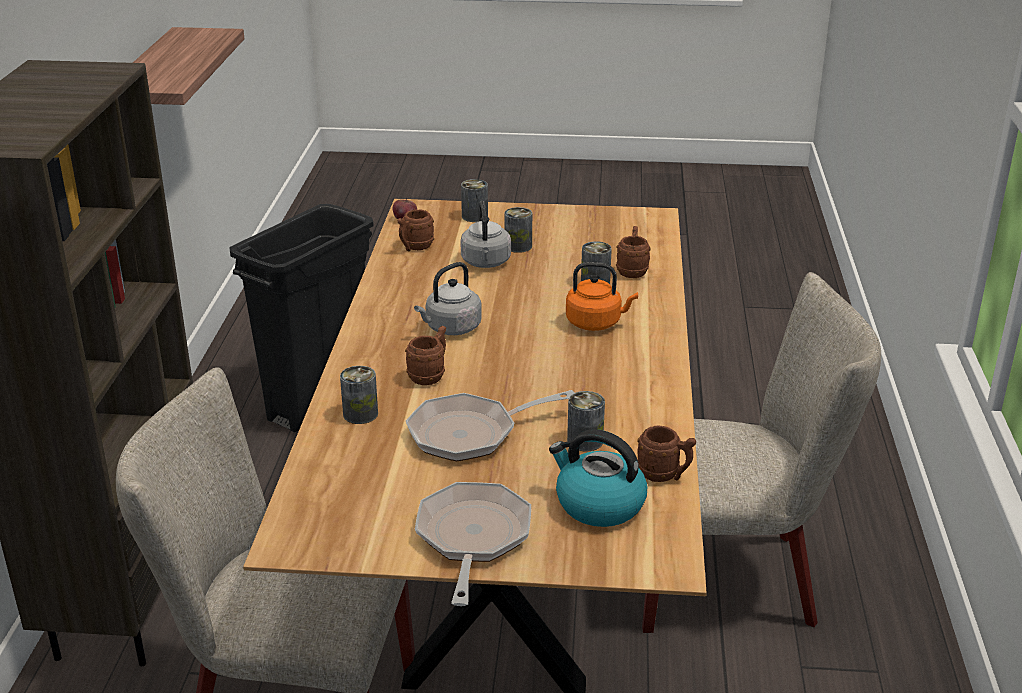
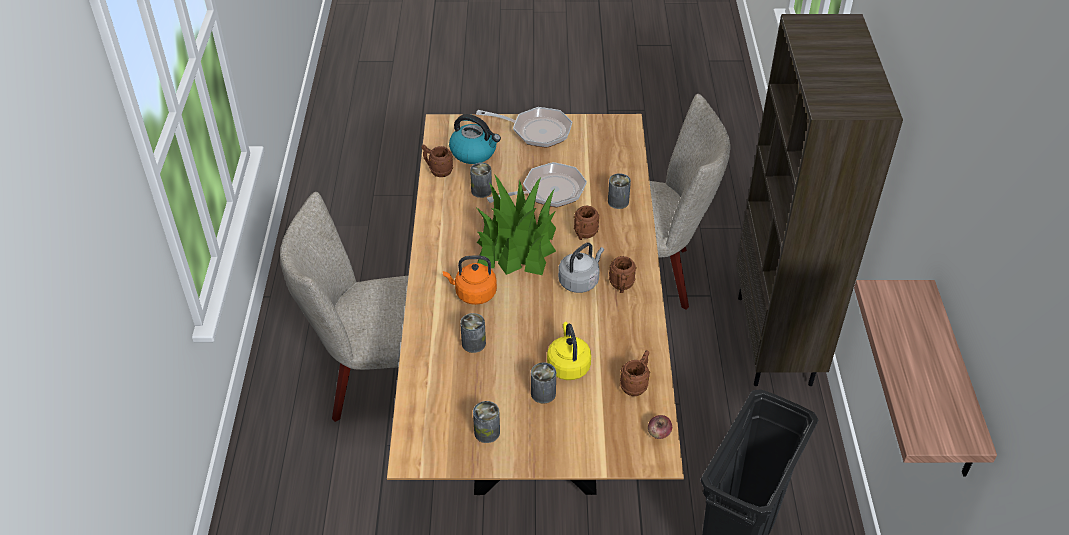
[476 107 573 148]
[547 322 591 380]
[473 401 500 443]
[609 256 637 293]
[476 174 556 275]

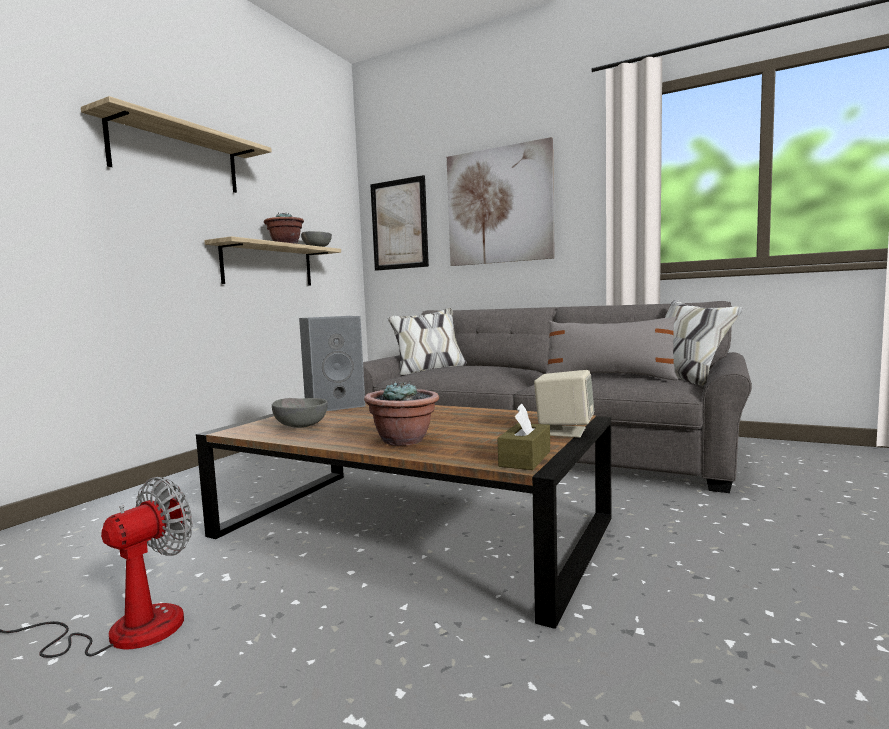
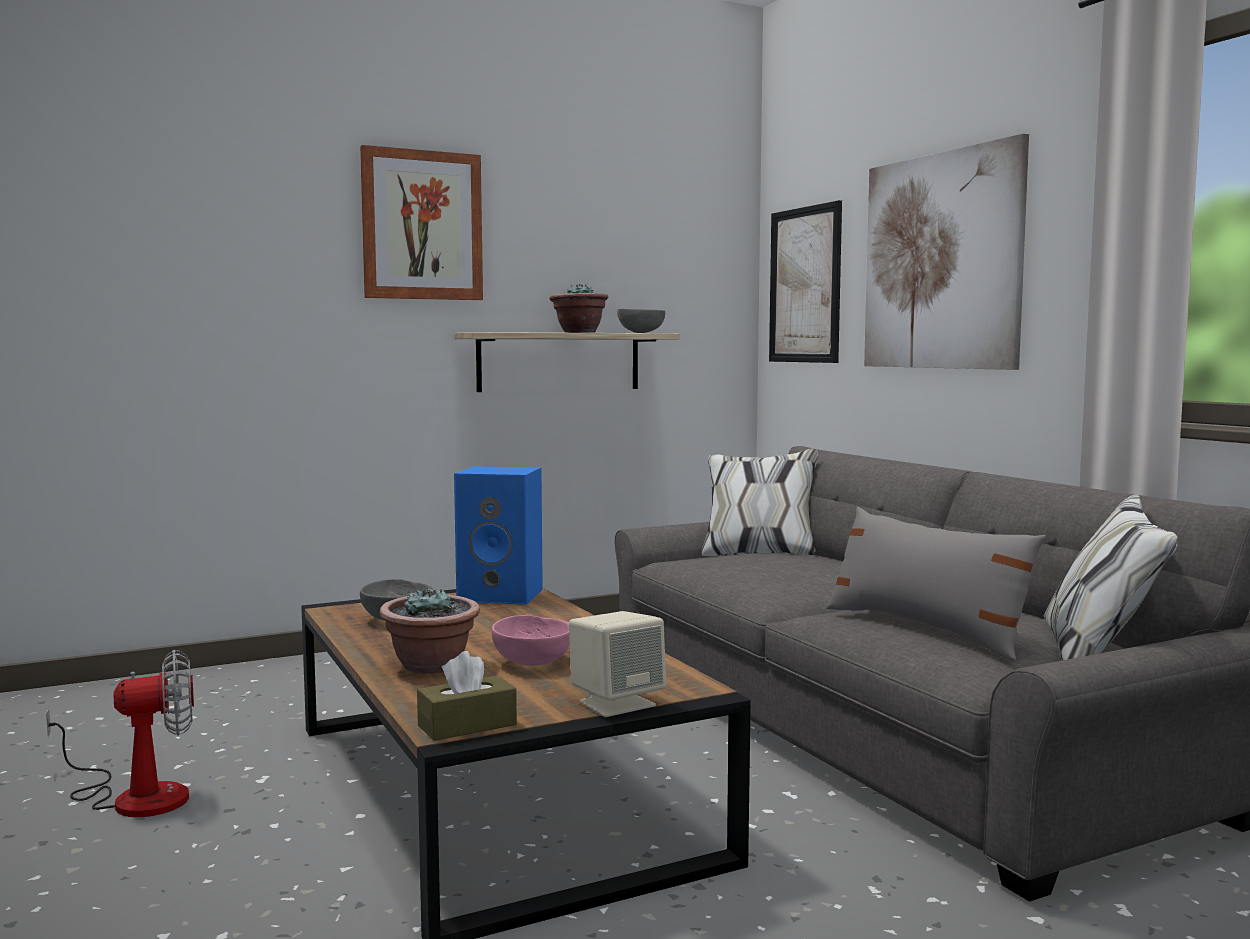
[360 145 483 300]
[454 466 543 605]
[492 615 570 666]

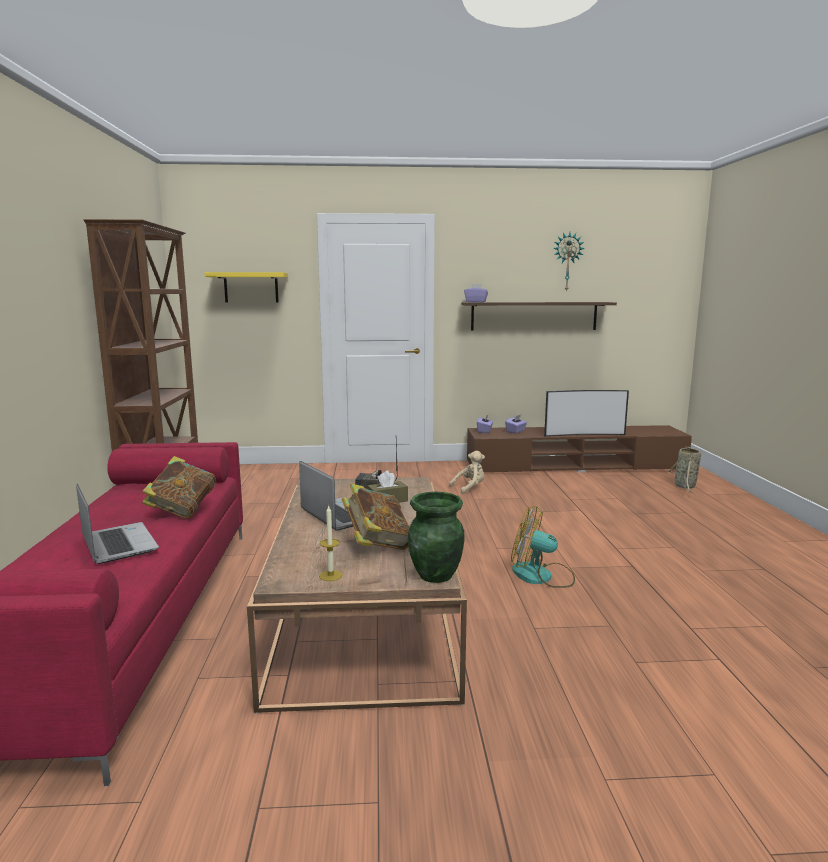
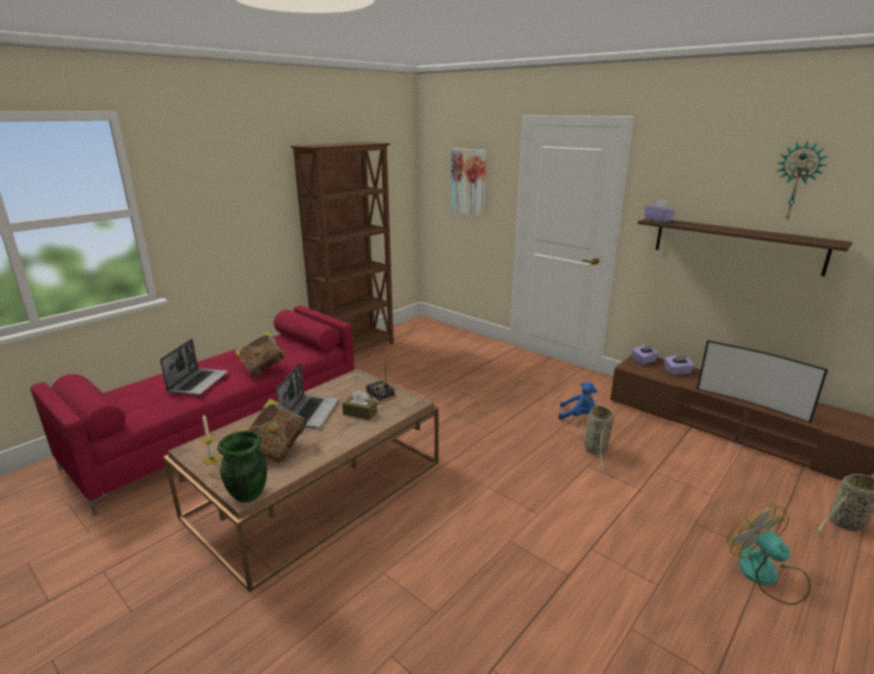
[451 148 487 217]
[558 382 597 420]
[727 504 811 605]
[575 403 614 470]

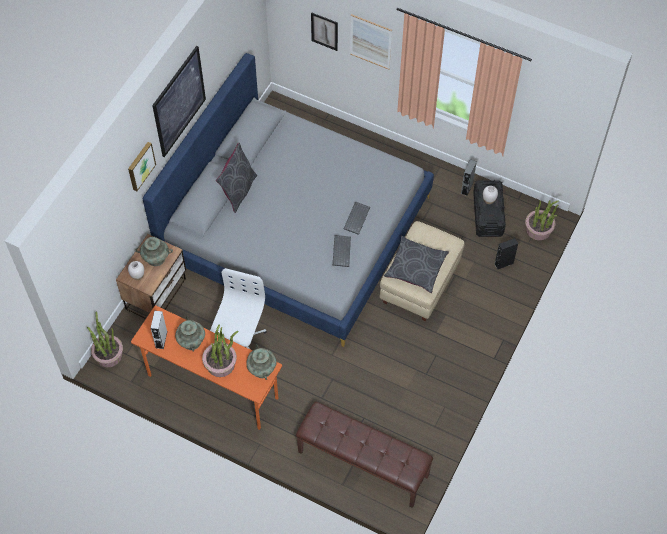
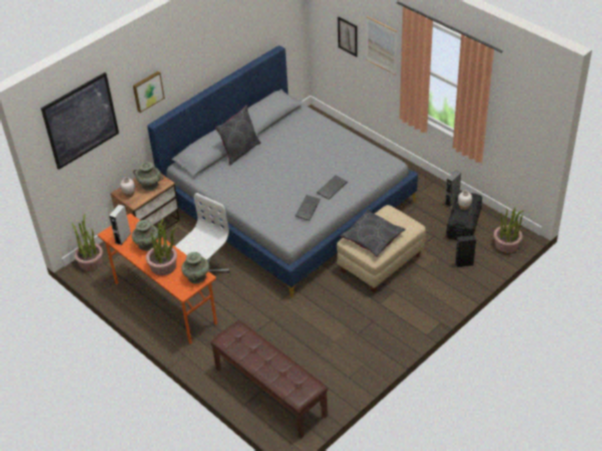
[41 72 119 170]

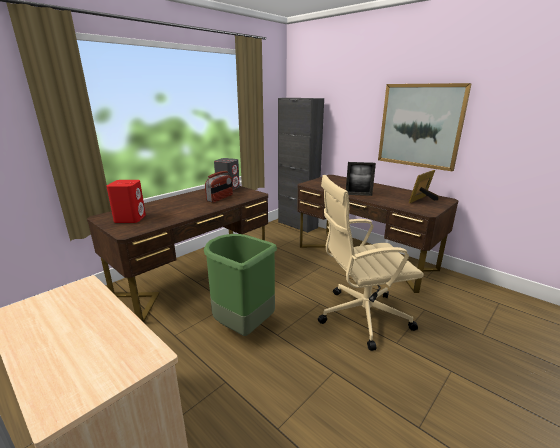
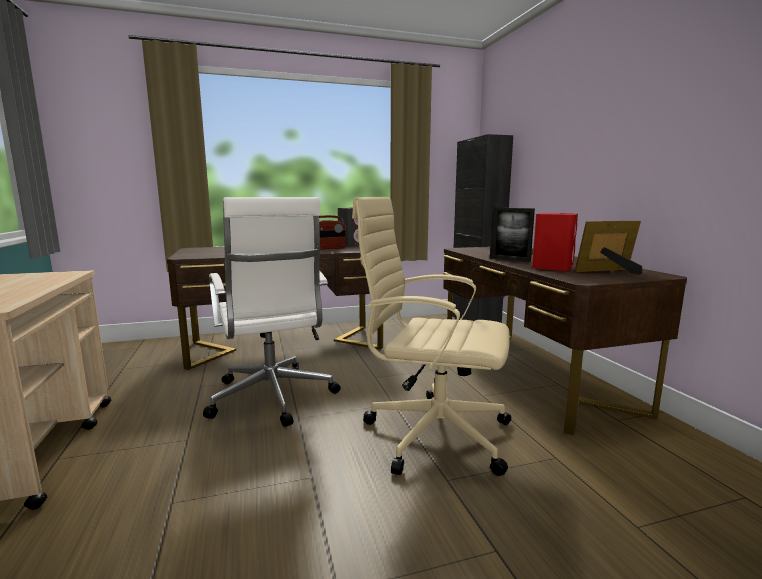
[532 213 578 271]
[203 197 341 427]
[378 83 472 172] (first image)

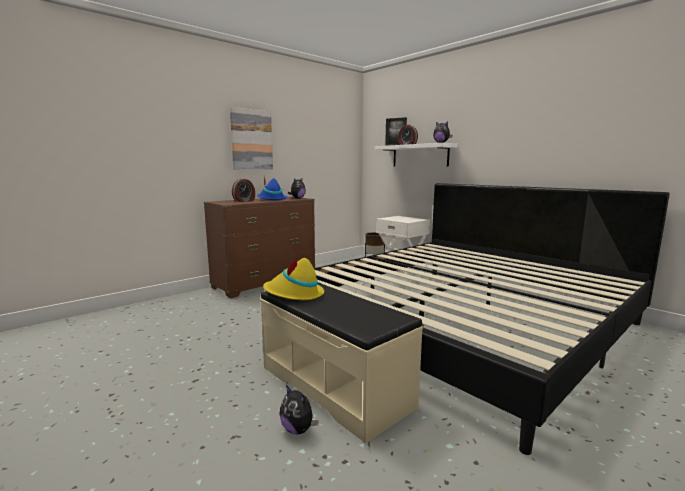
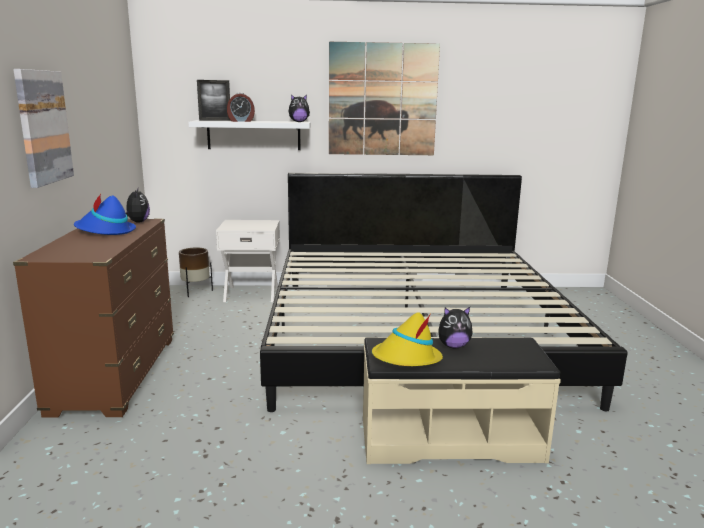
[232 178 255 202] (first image)
[438 307 473 348]
[329 42 440 155]

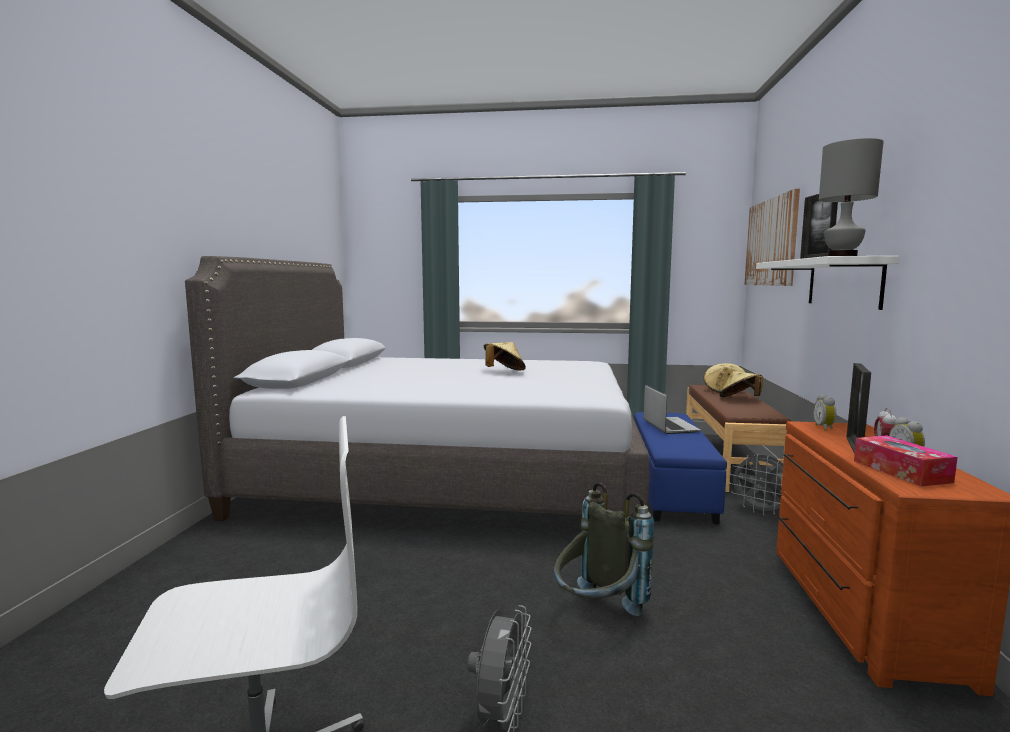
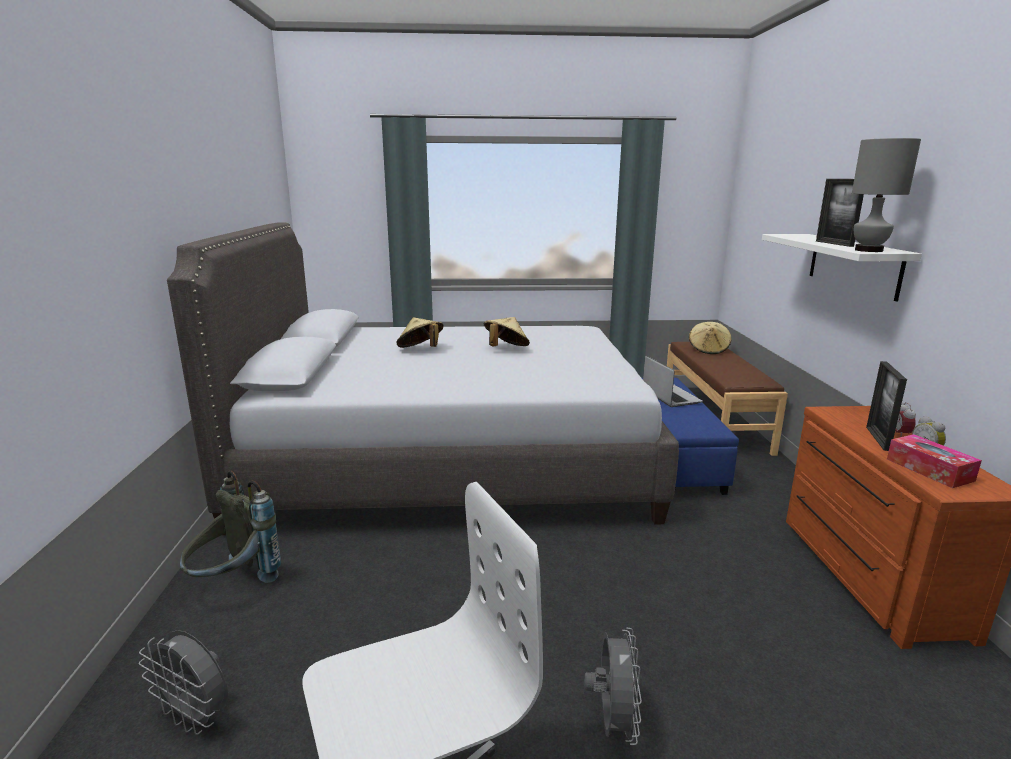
[180 471 281 583]
[397 317 444 348]
[139 630 228 735]
[744 189 800 286] (first image)
[813 394 836 431] (first image)

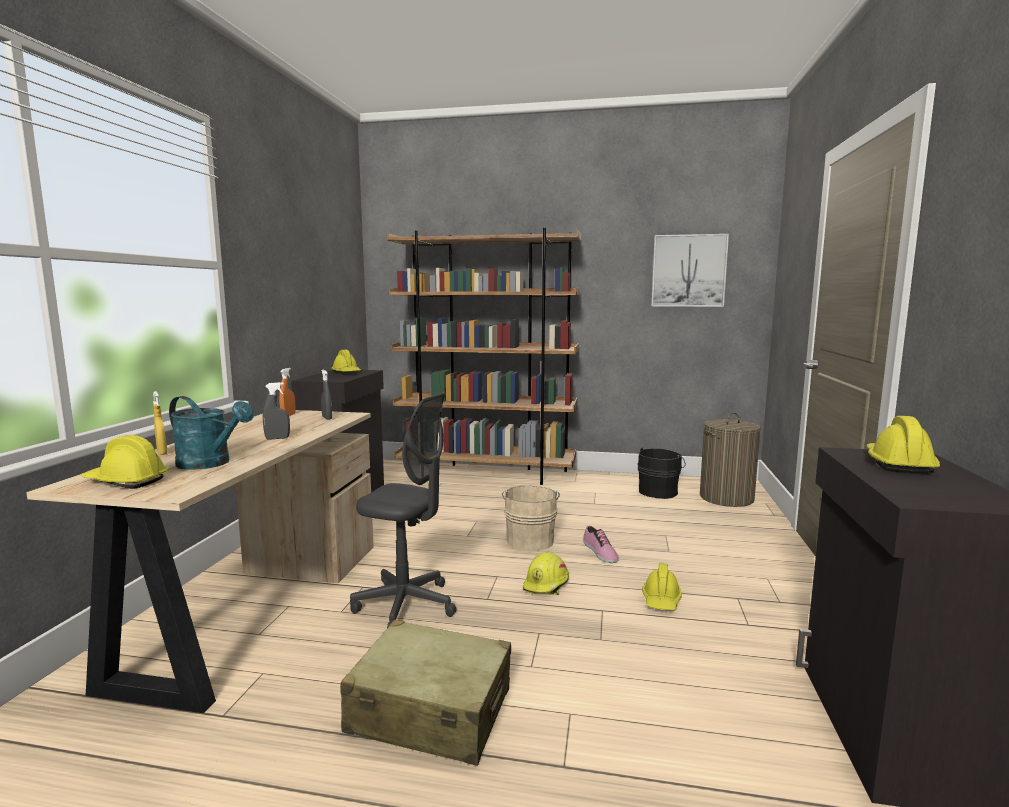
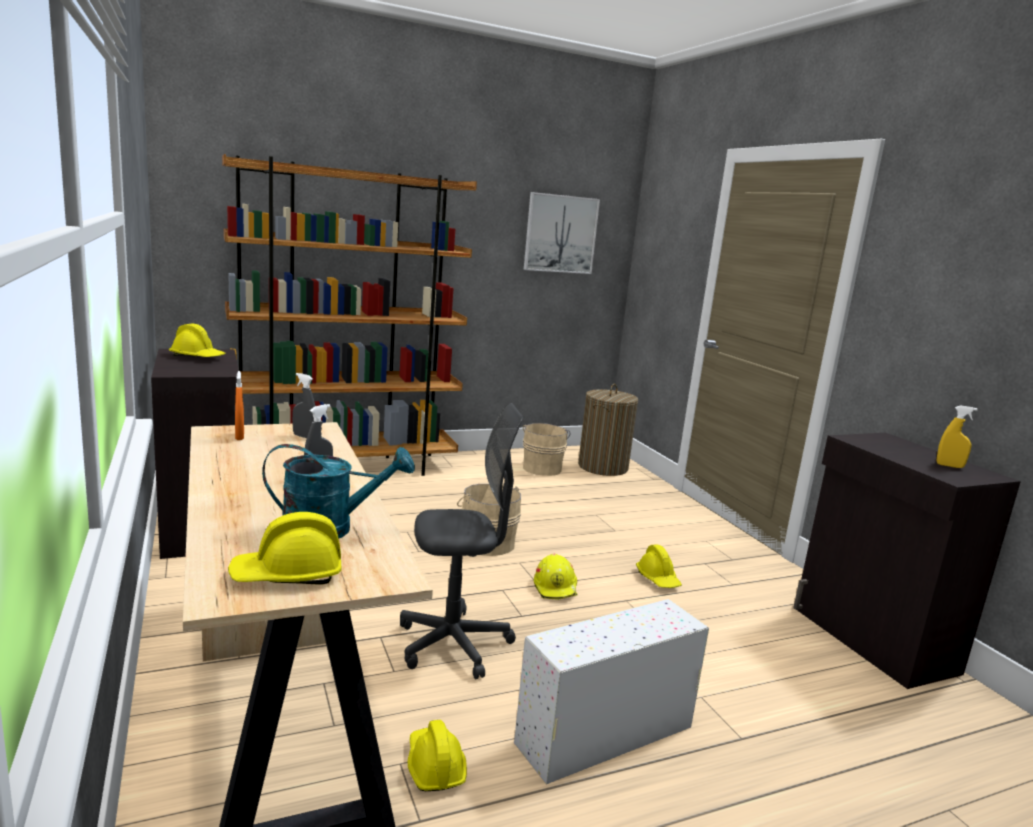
[937 405 978 468]
[514 599 709 785]
[583 526 619 563] (first image)
[523 423 570 476]
[408 720 467 791]

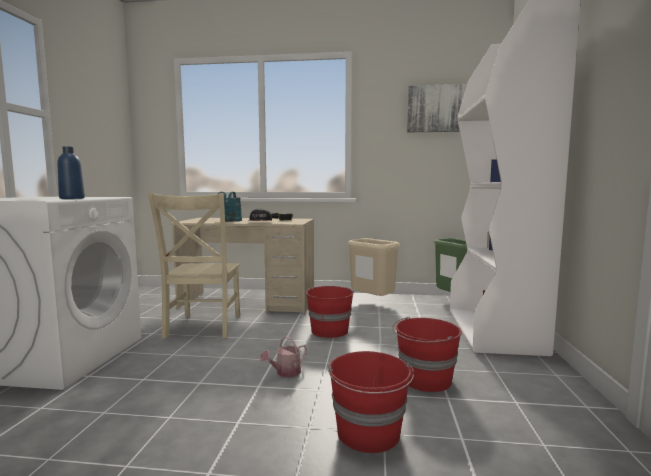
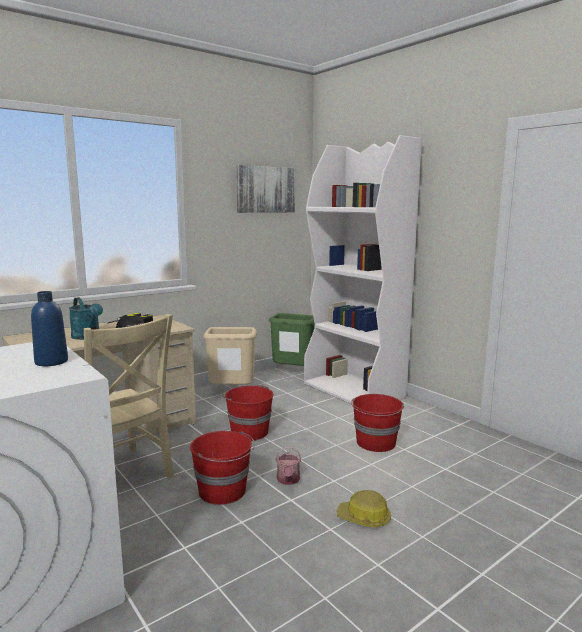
[190 431 255 505]
[337 490 391 527]

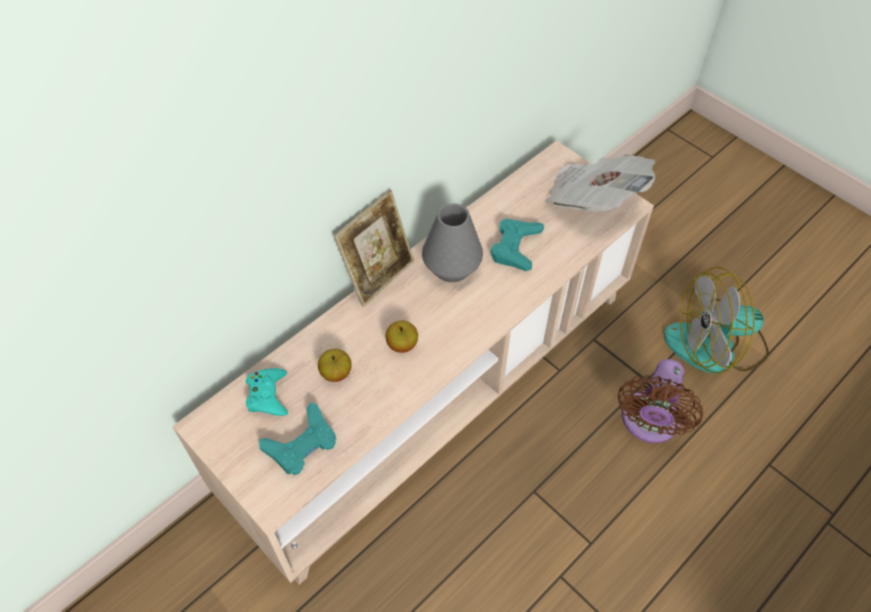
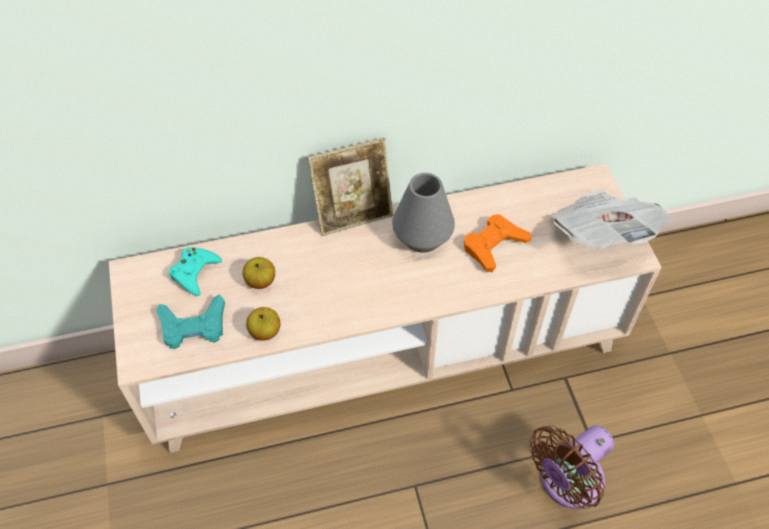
[246 307 280 341]
[464 214 532 272]
[664 267 769 374] (first image)

